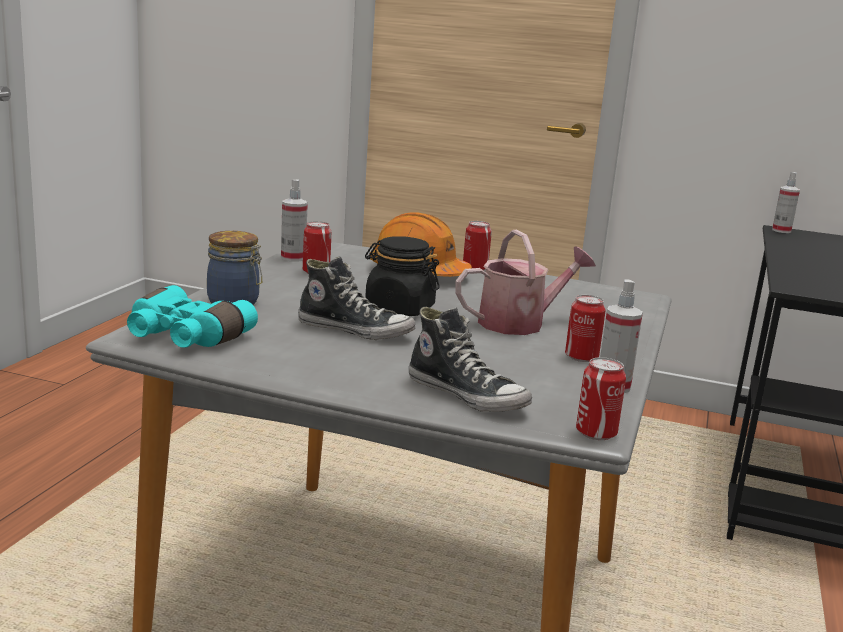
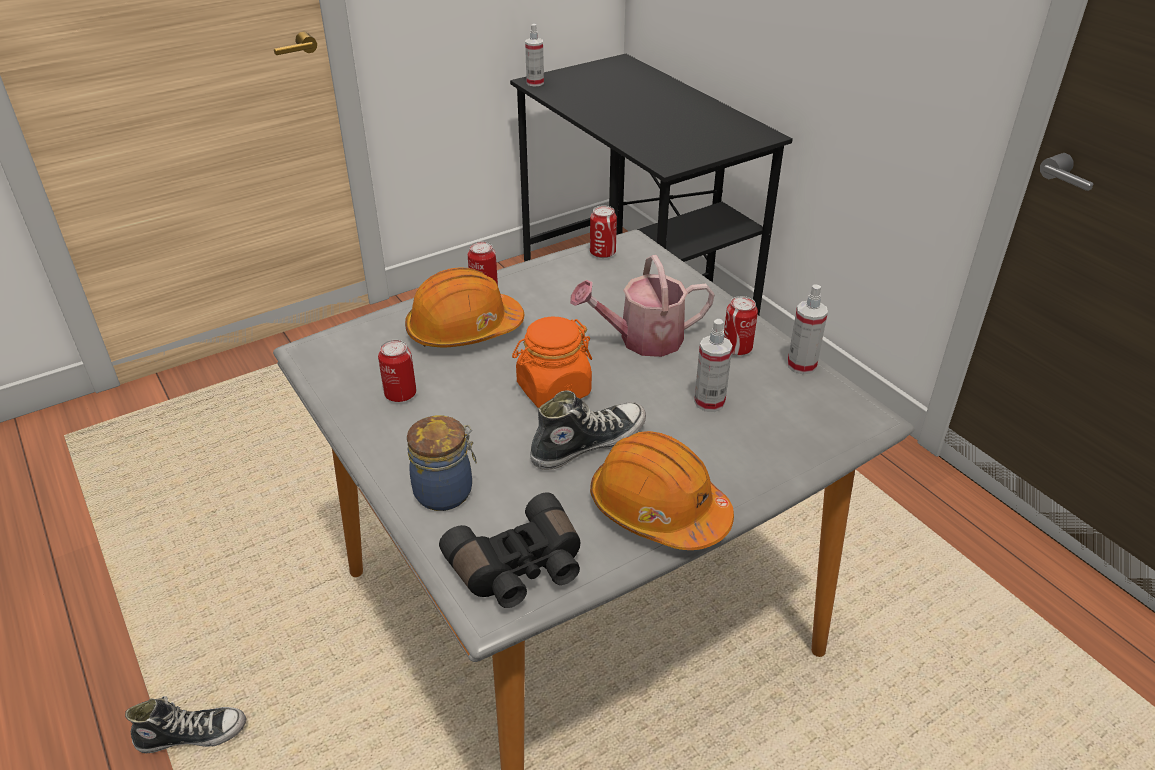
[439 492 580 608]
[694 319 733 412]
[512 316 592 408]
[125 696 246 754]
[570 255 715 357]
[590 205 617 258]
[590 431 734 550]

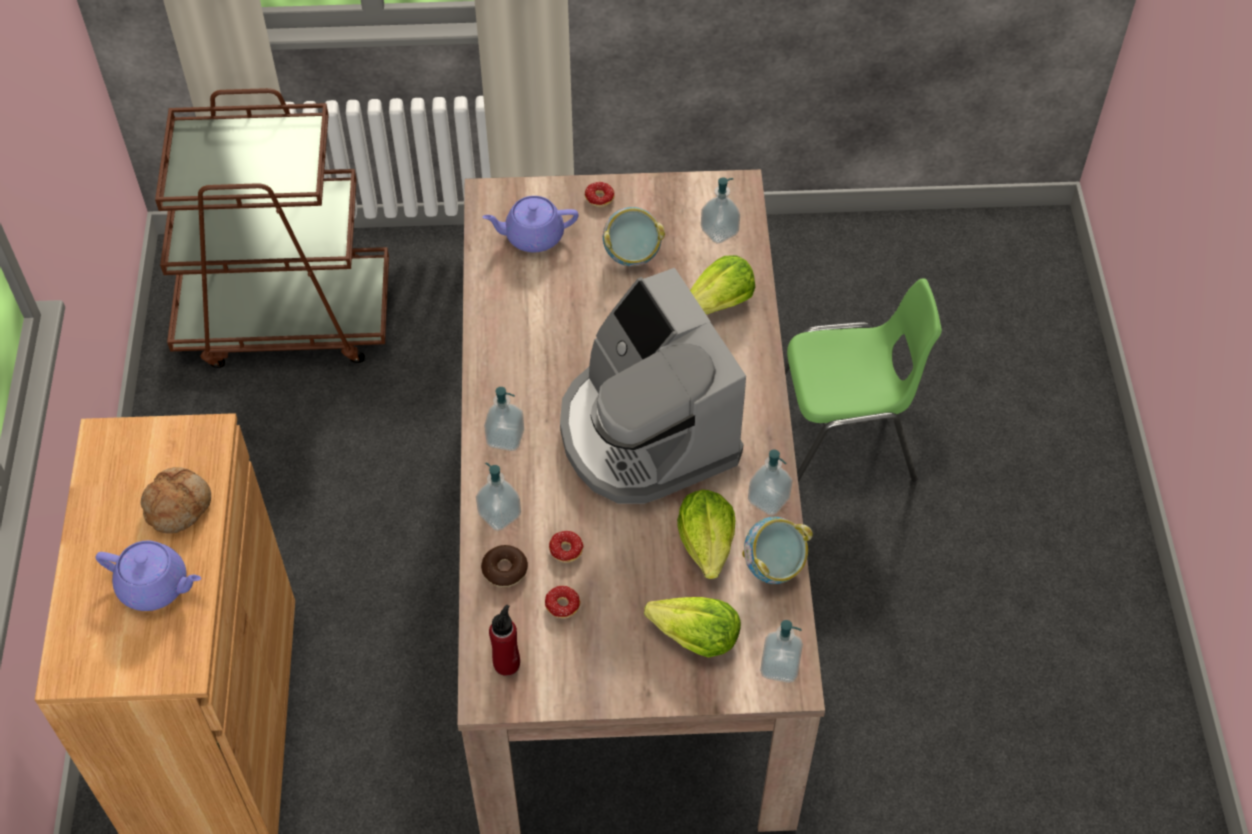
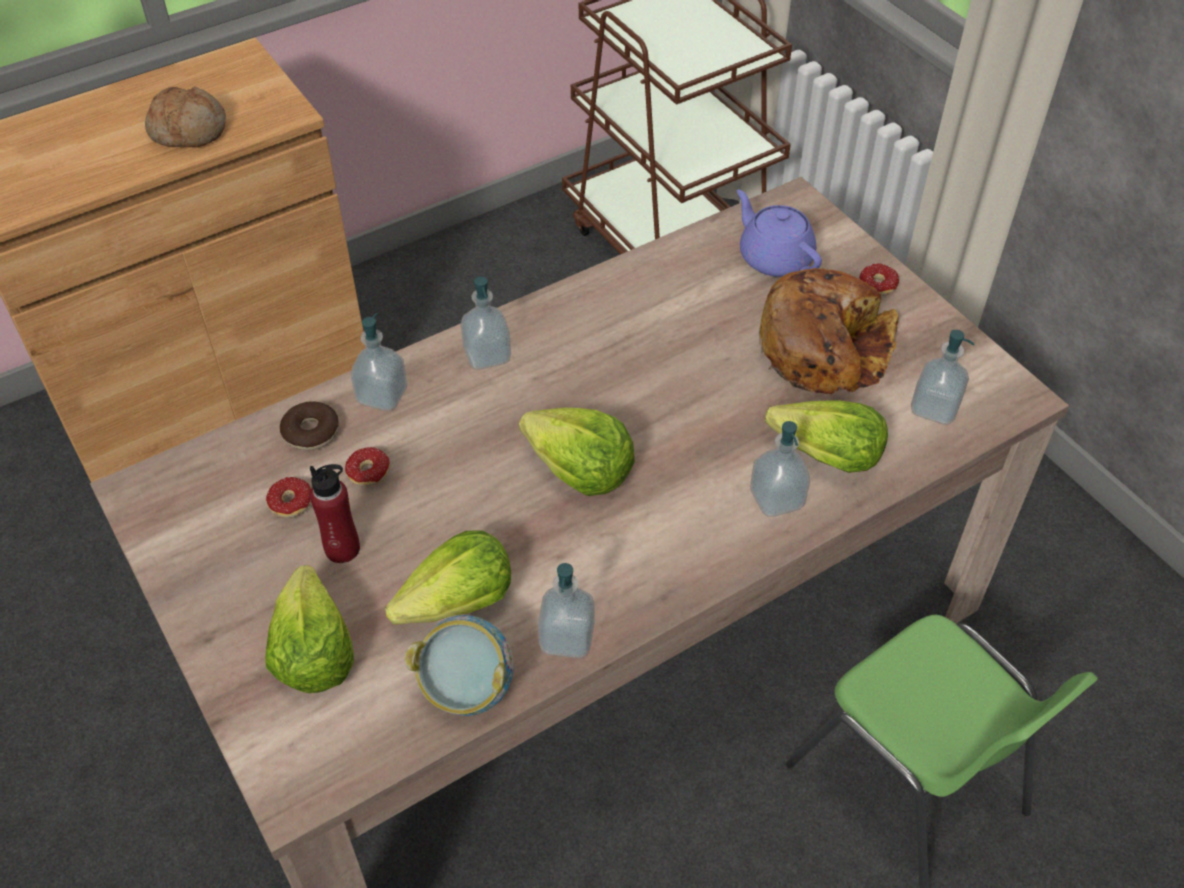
[95 541 201 611] (first image)
[310 464 360 563]
[519 408 635 496]
[759 268 899 394]
[750 421 810 517]

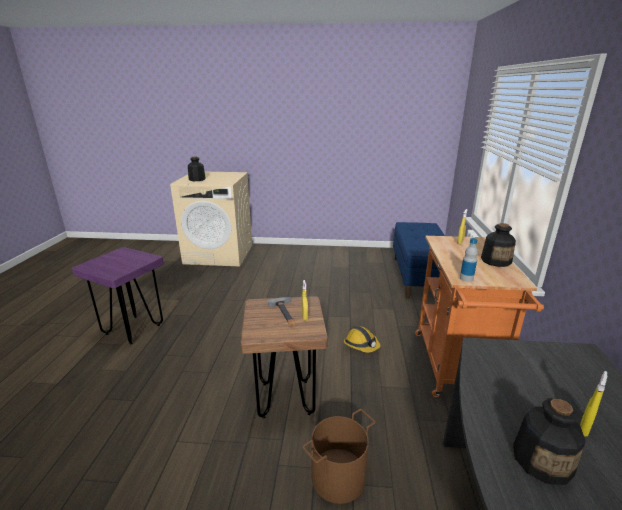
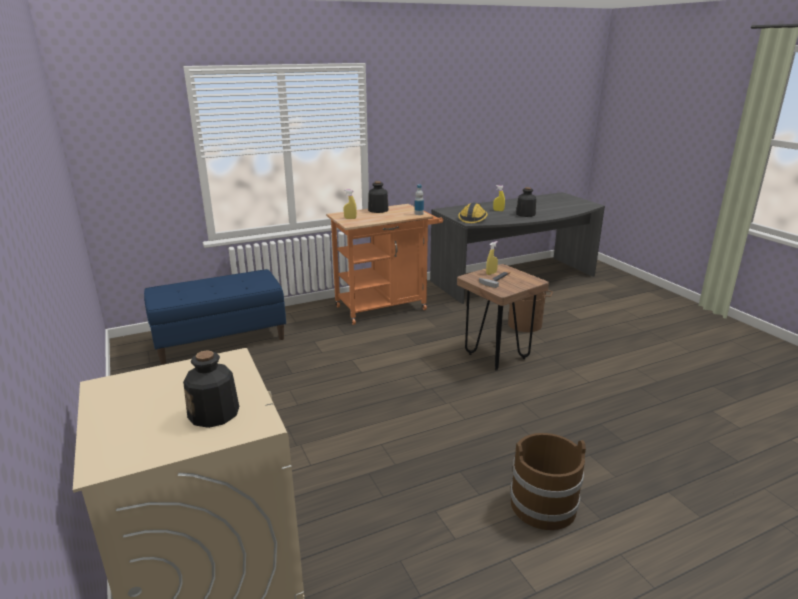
[510 433 586 530]
[458 203 488 223]

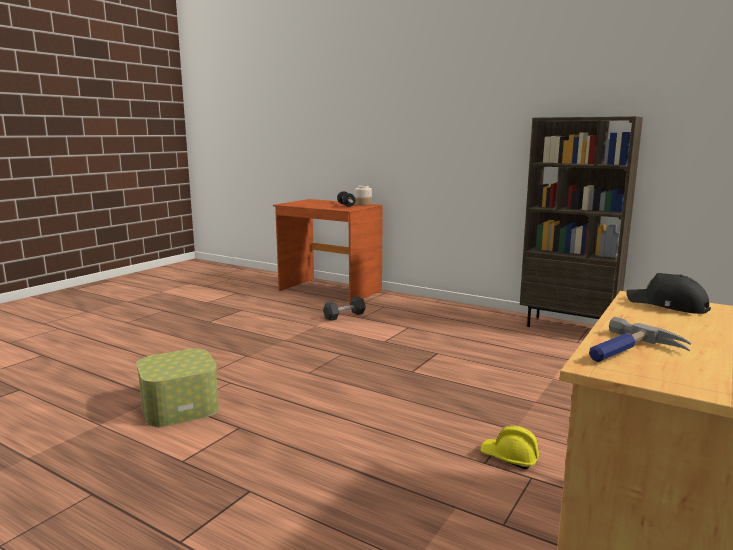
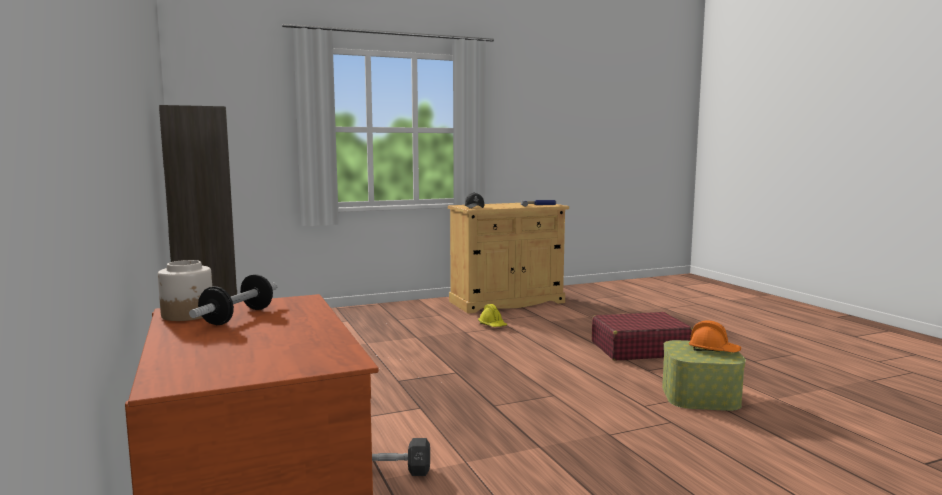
[592 312 693 361]
[689 320 741 352]

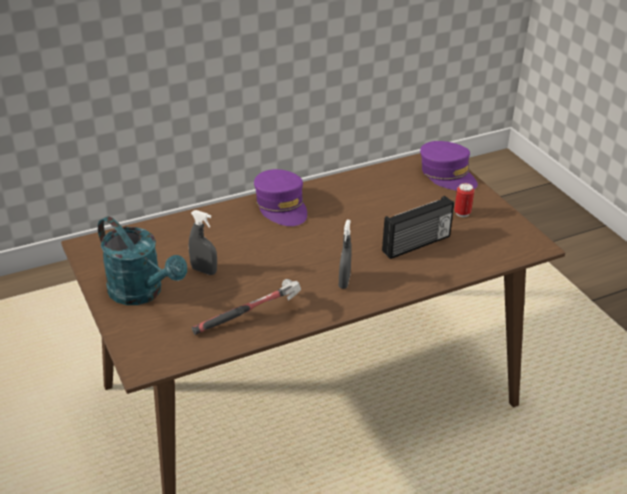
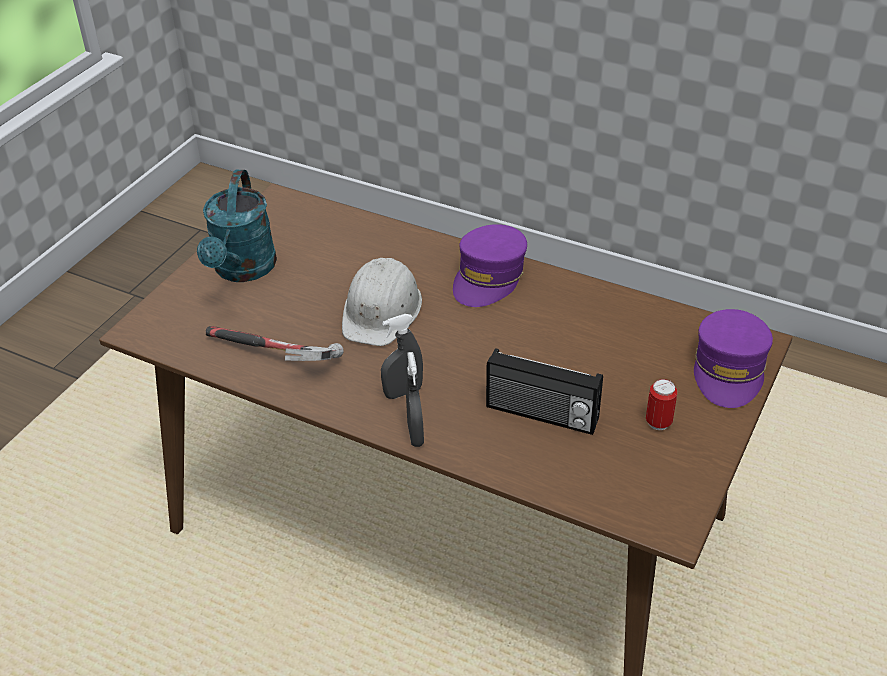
[406 352 424 447]
[342 258 422 346]

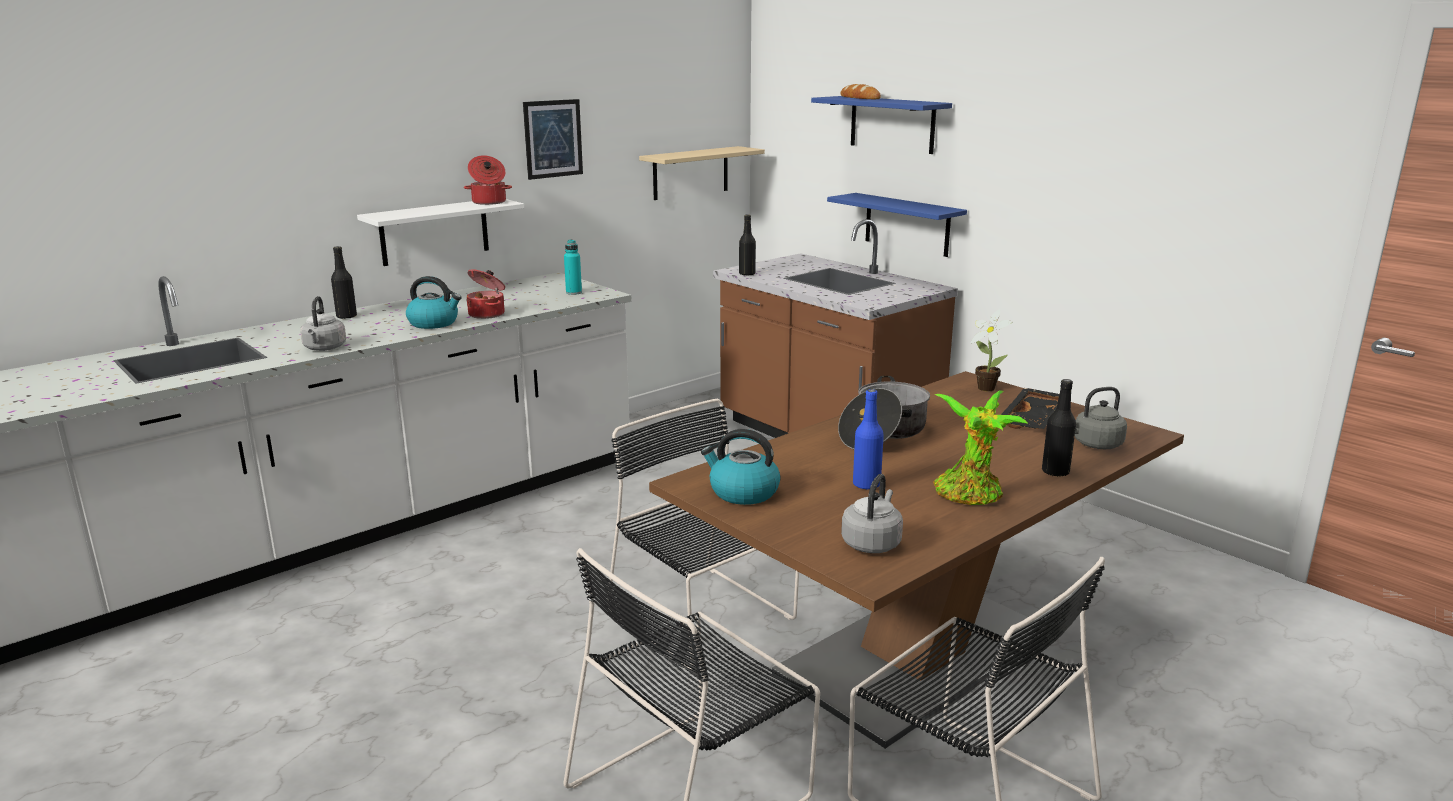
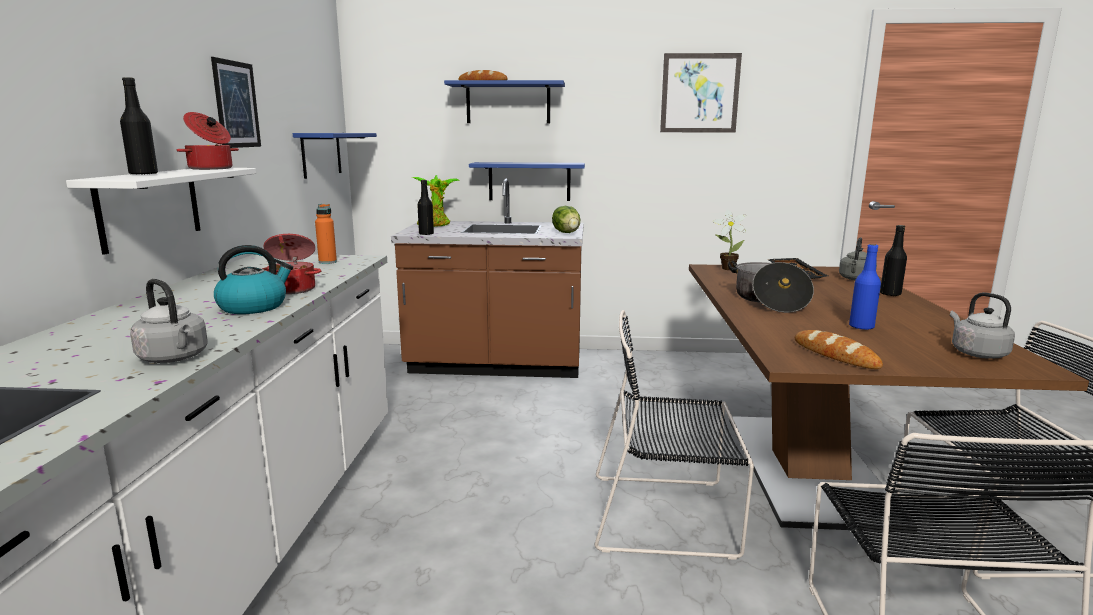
[120 77 158 175]
[315 204 337 264]
[293 133 377 179]
[795 330 883 369]
[411 175 459 227]
[552 206 580 233]
[660 53 742 133]

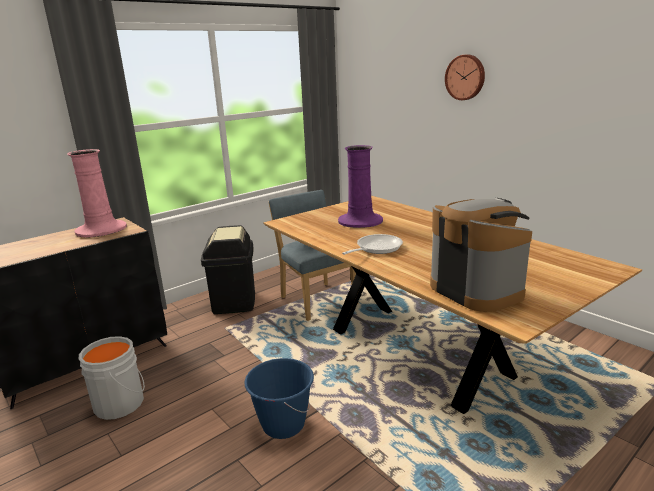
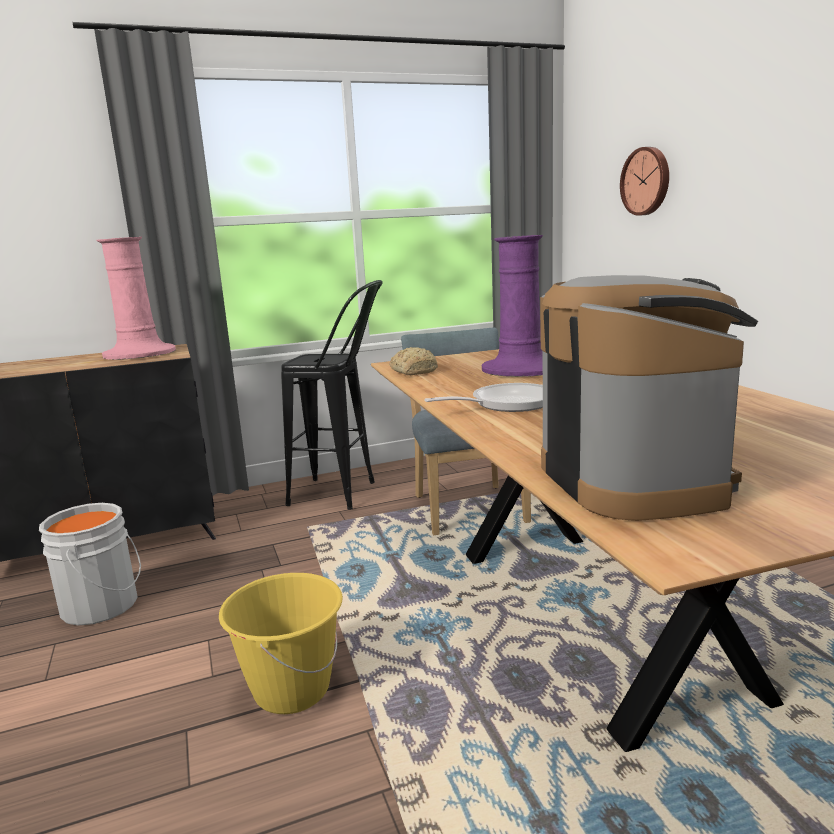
[281 280 383 510]
[219 573 343 714]
[620 147 669 216]
[389 347 438 375]

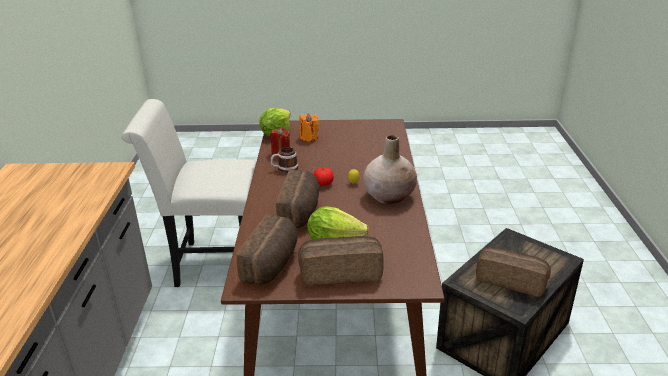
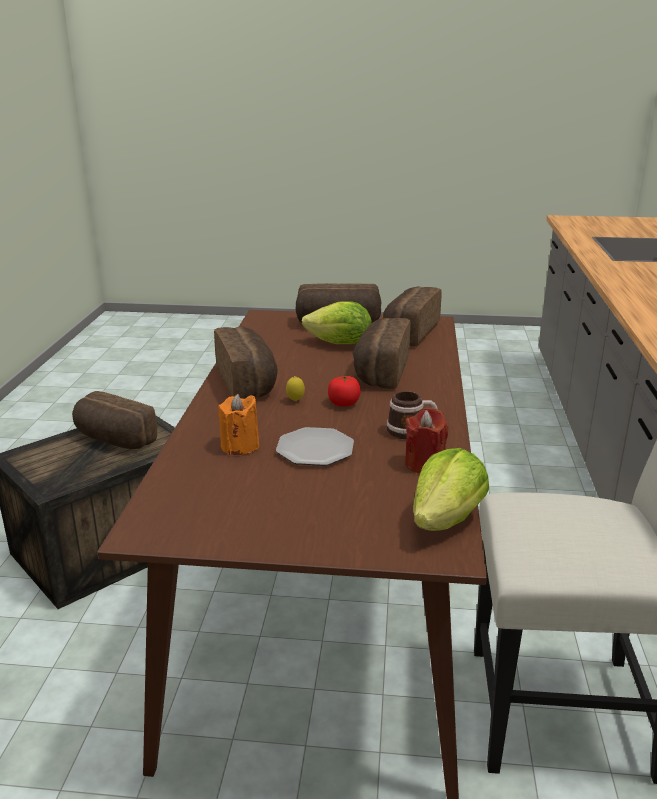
[218 394 259 455]
[214 327 277 399]
[276 427 354 466]

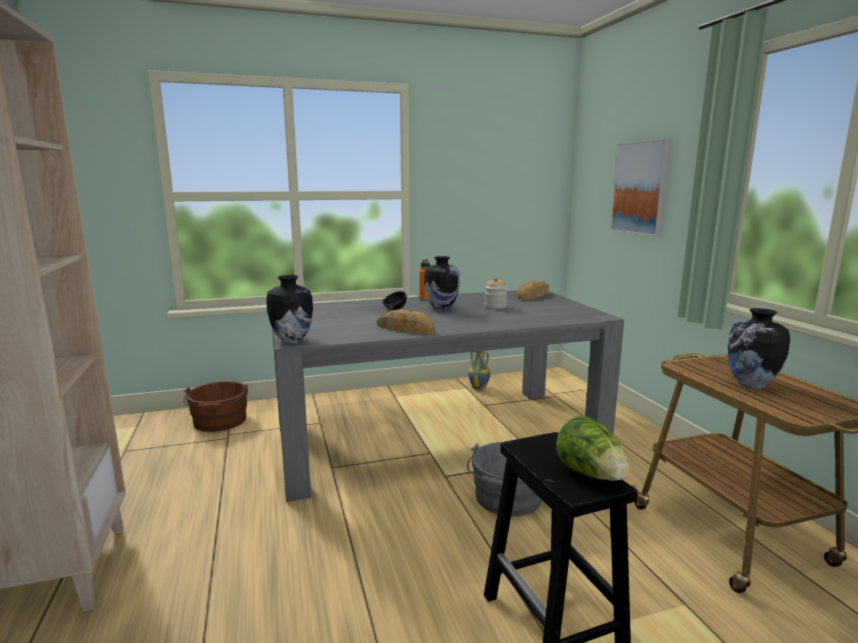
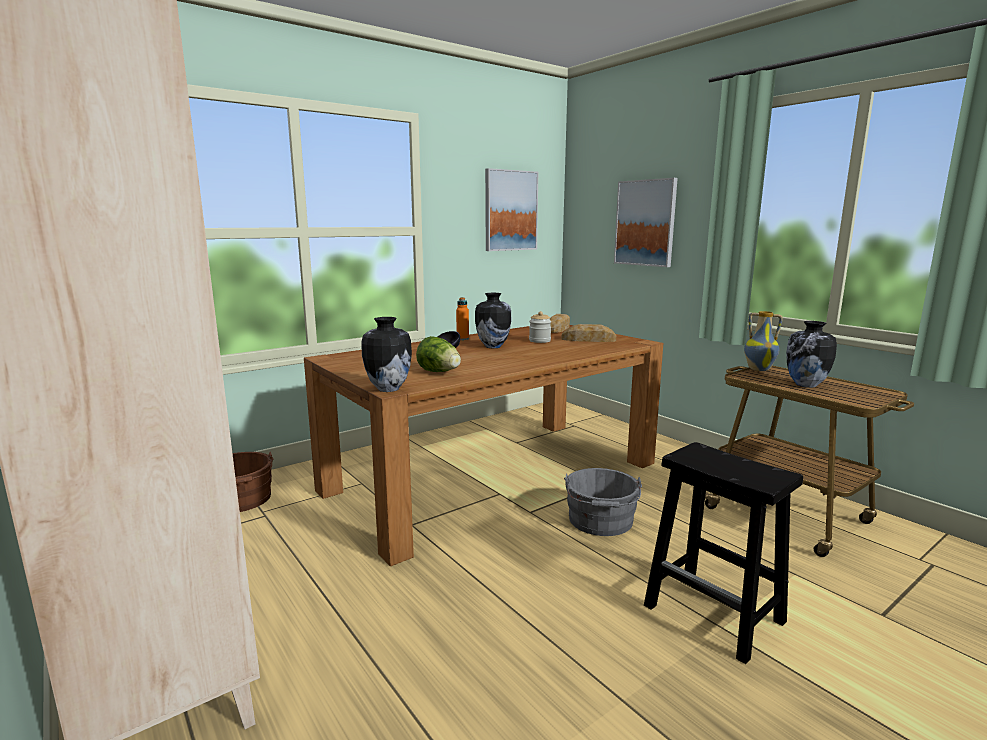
[304 325 663 566]
[562 324 616 342]
[744 311 783 371]
[416 336 461 372]
[485 168 538 251]

